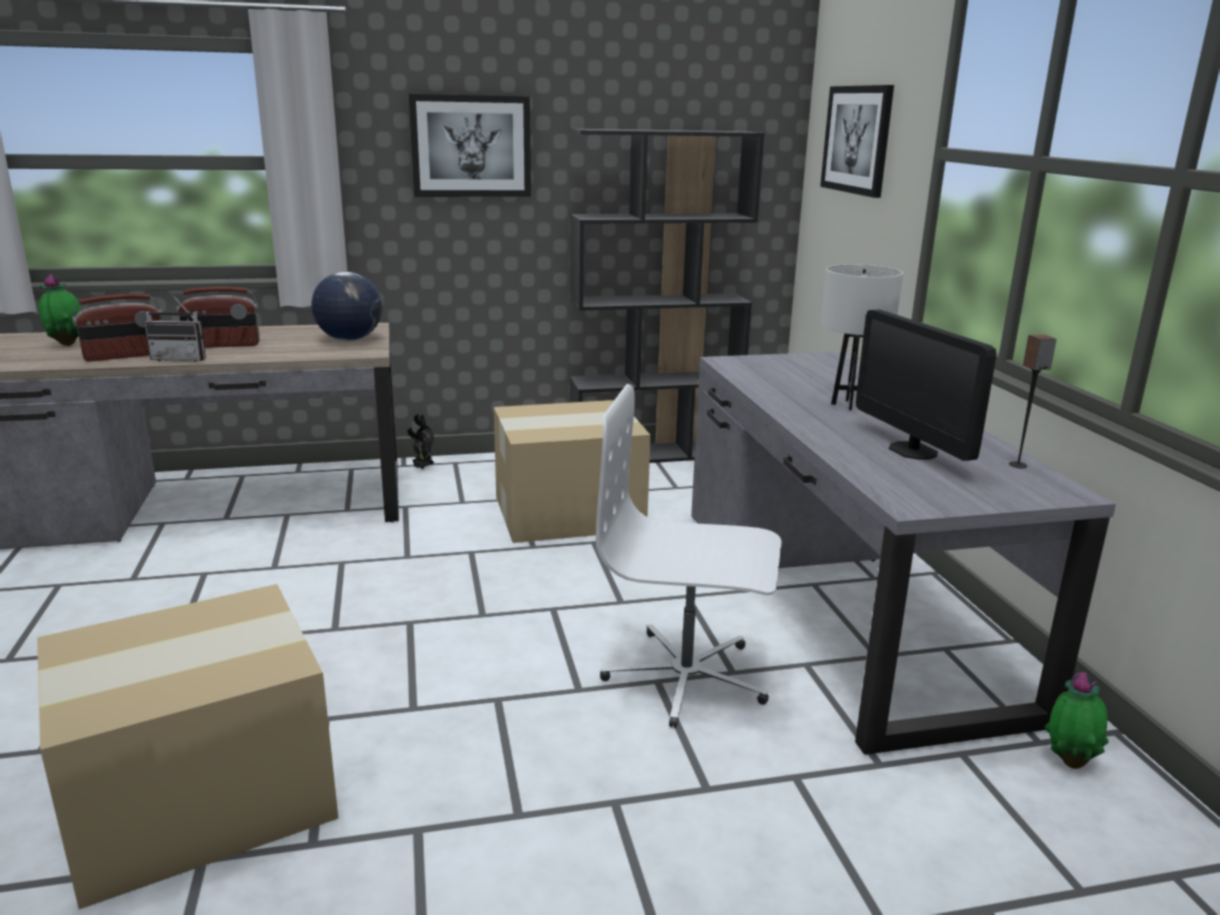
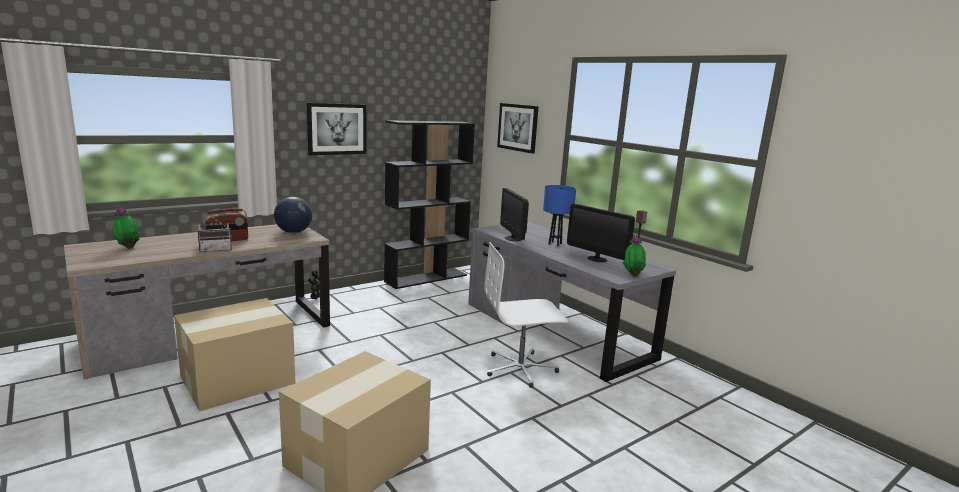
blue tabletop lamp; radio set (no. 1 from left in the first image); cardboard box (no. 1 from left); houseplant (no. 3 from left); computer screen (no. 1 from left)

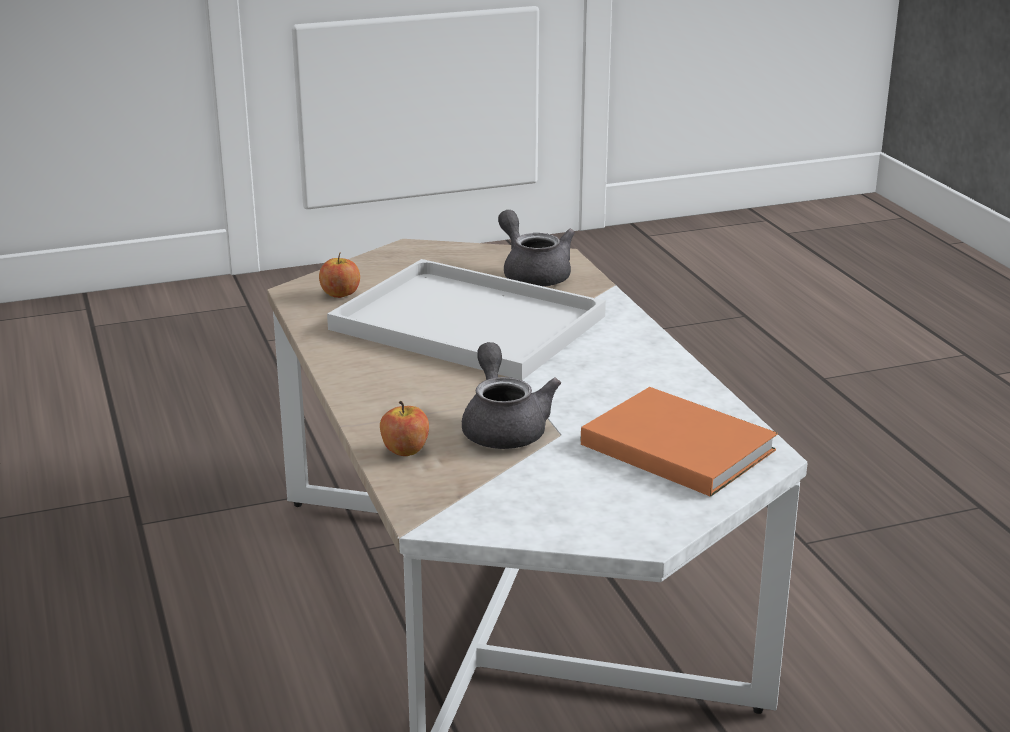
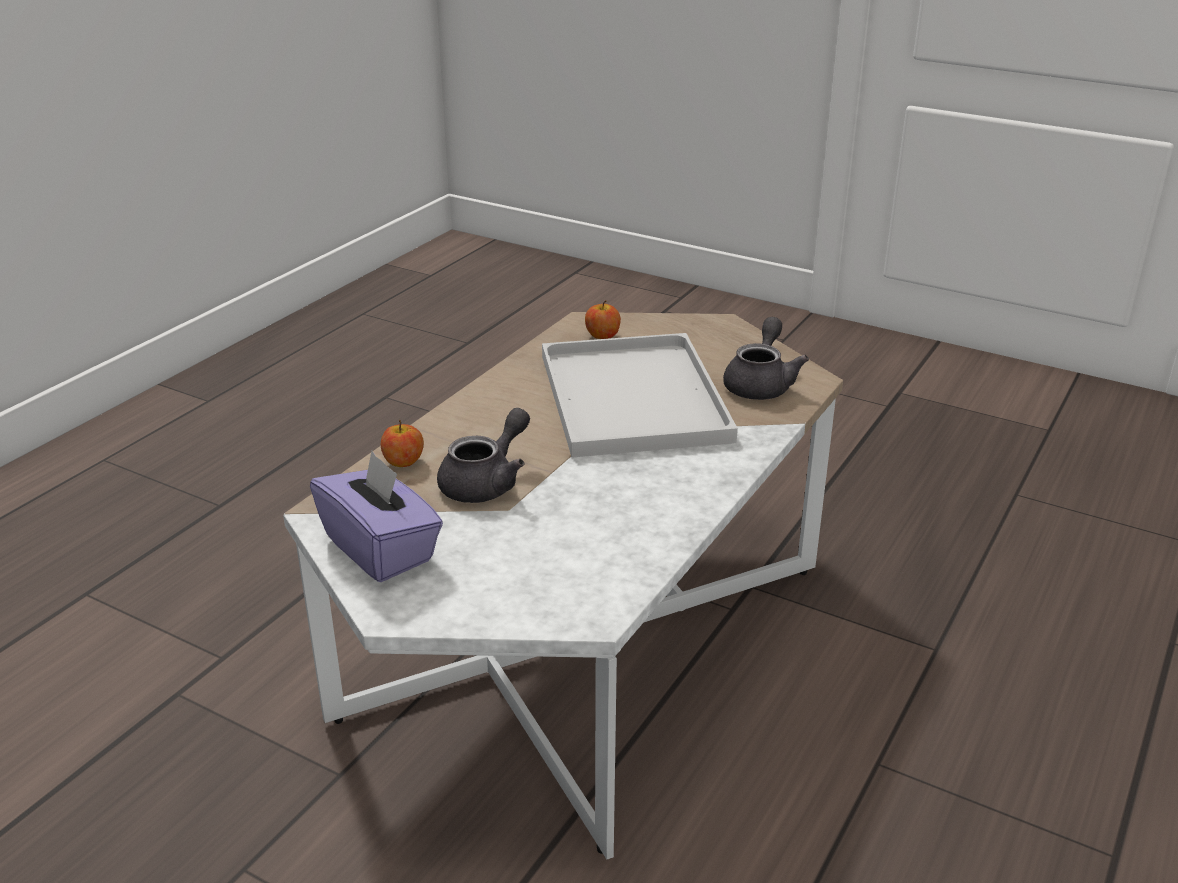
orangey bound book; purple tissue holder

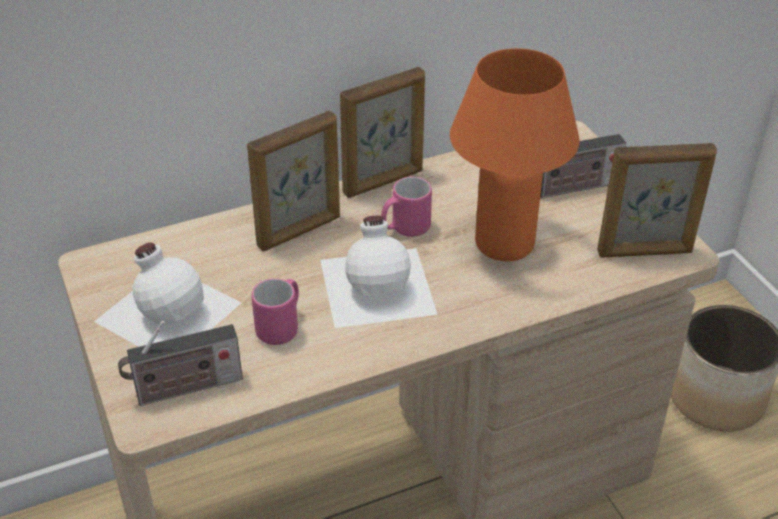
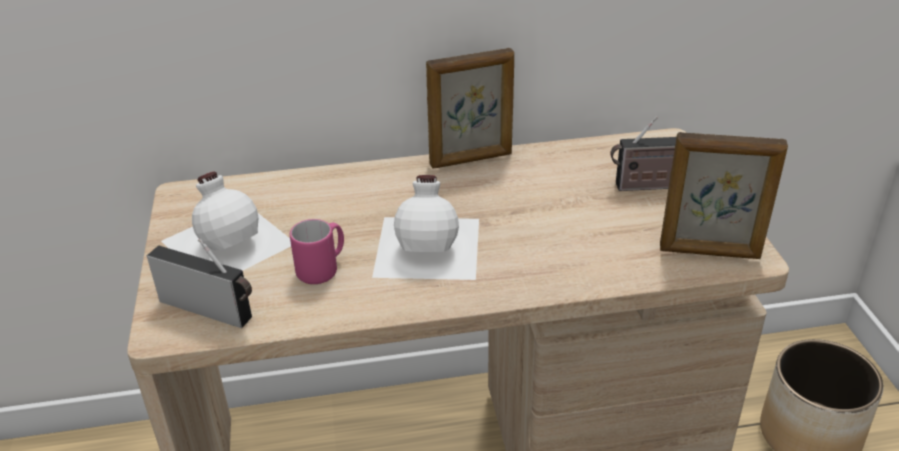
orangey tabletop lamp; photo frame (no. 1 from left in the first image); pinkish coffee mug (no. 2 from left in the first image); radio set (no. 1 from left)

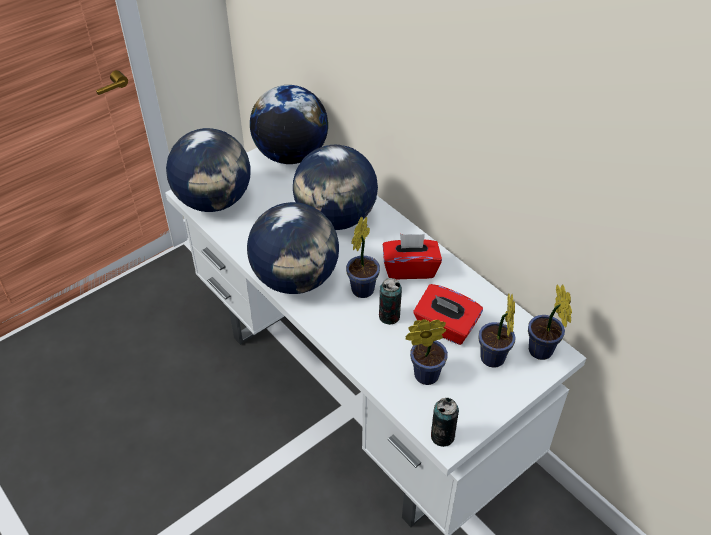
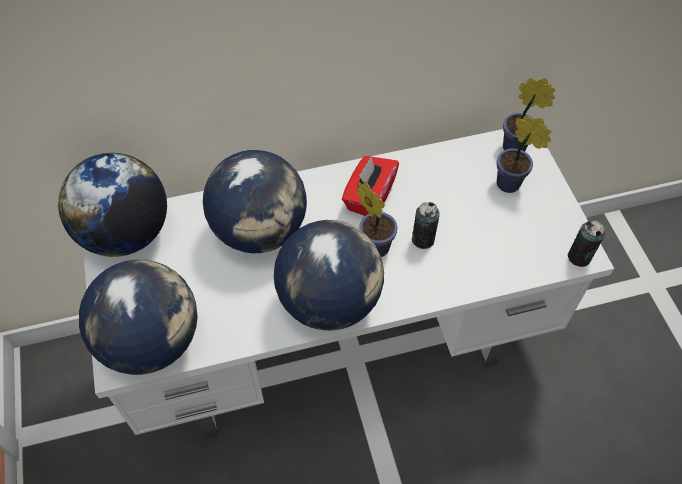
red tissue holder (no. 2 from left in the first image); houseplant (no. 2 from left in the first image)

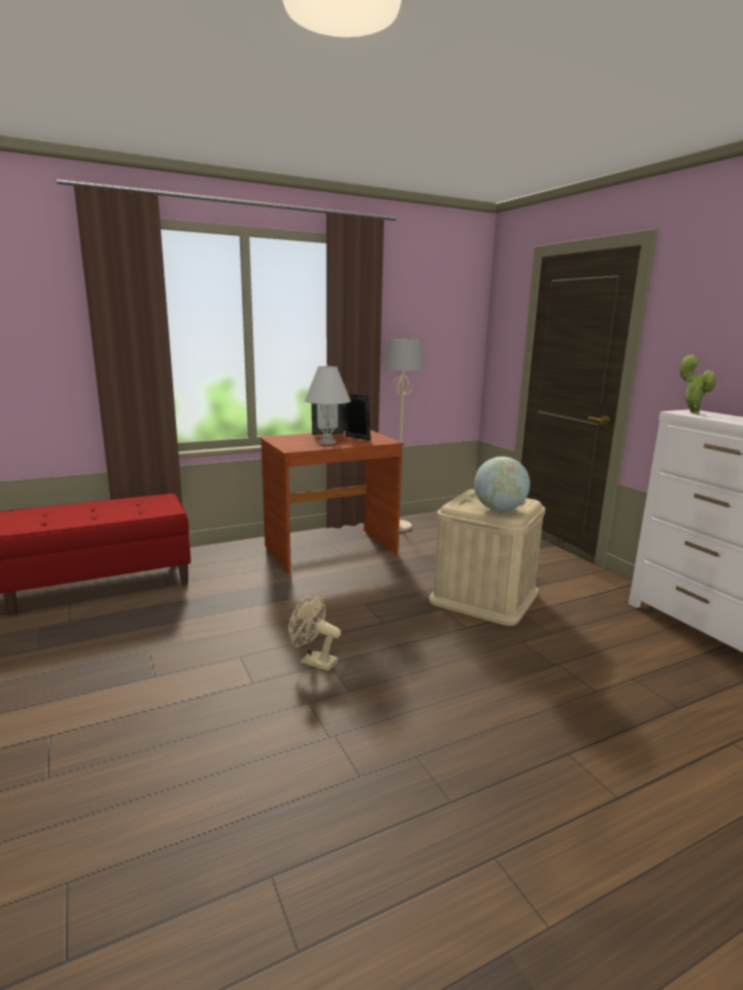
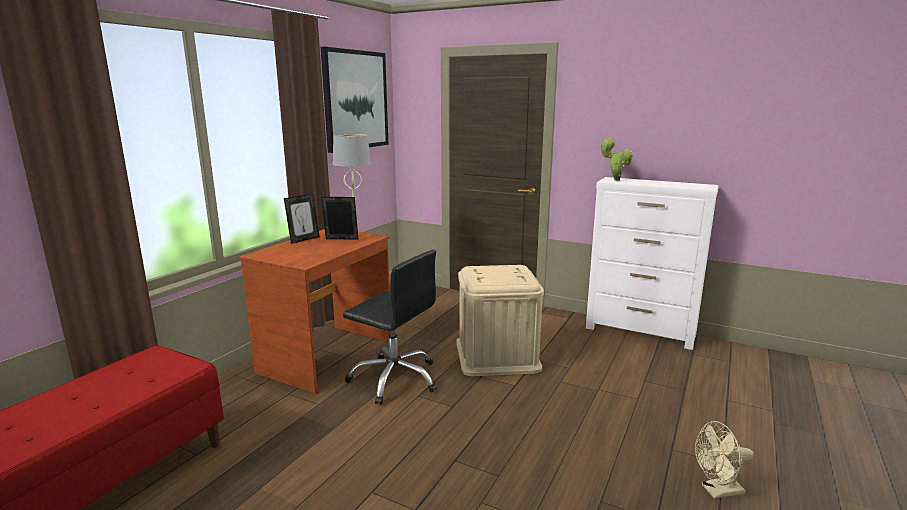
white tabletop lamp; world globe; beige-coloured electric fan; wall picture; black computer chair

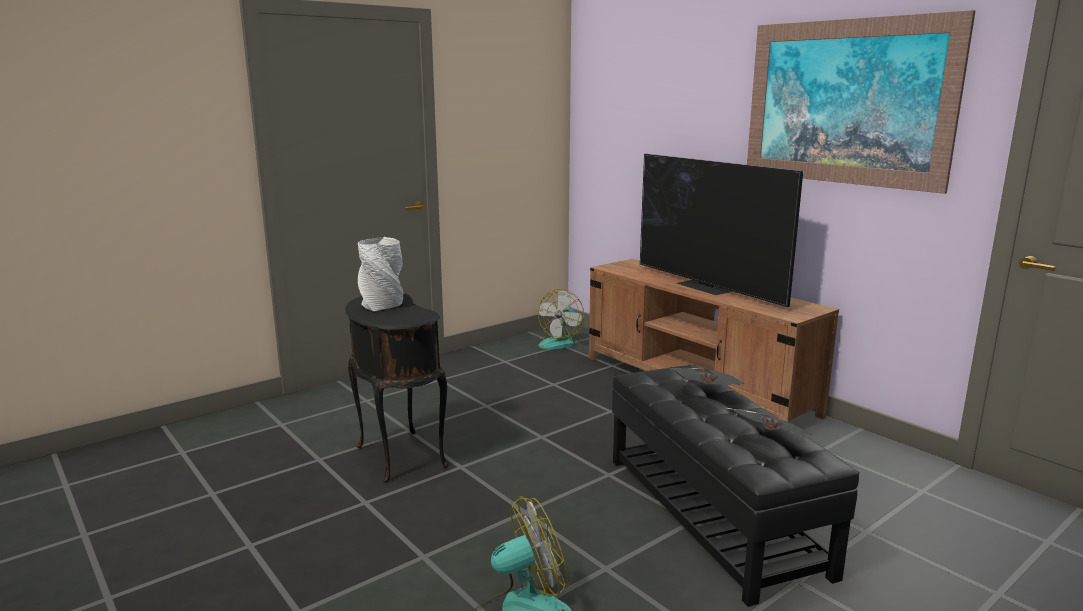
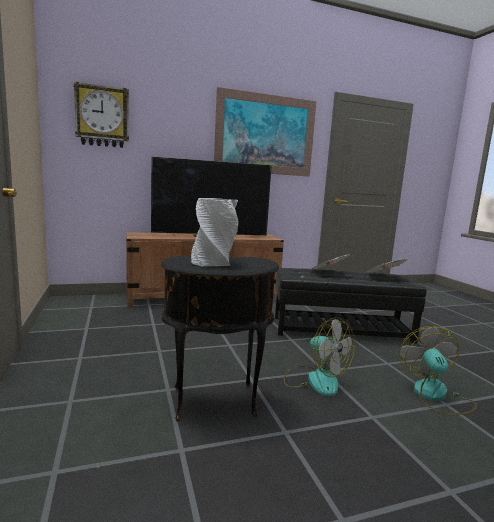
electric fan (no. 1 from left); wall clock

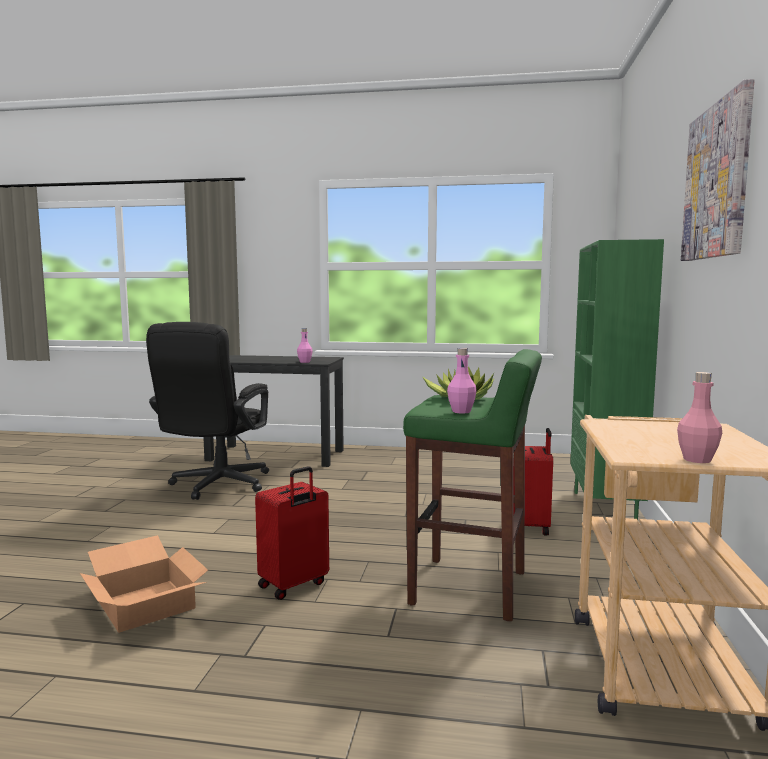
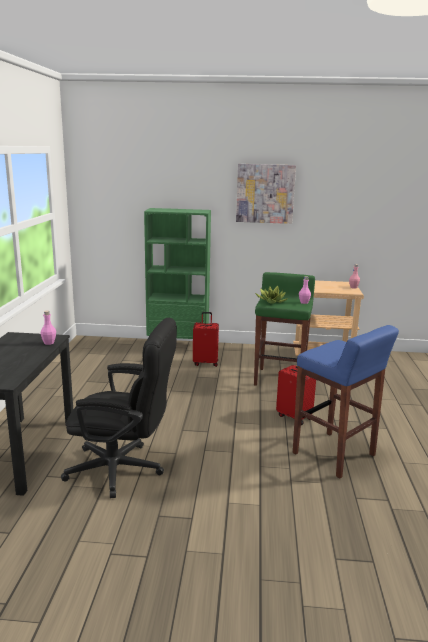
blue stool seat

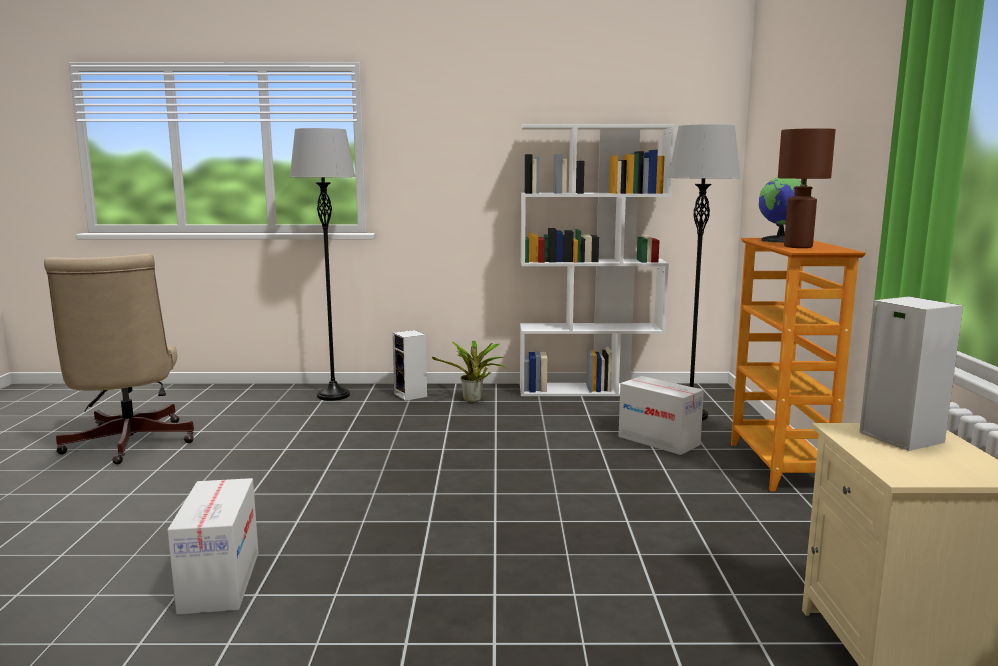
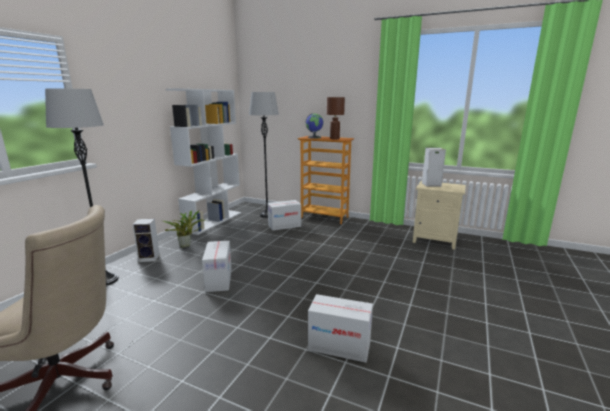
cardboard box (no. 1 from left)

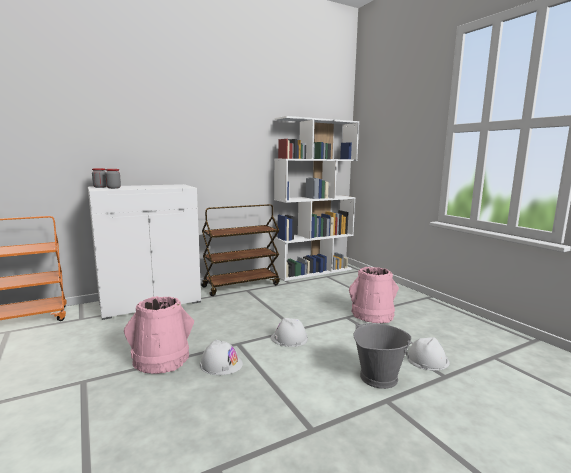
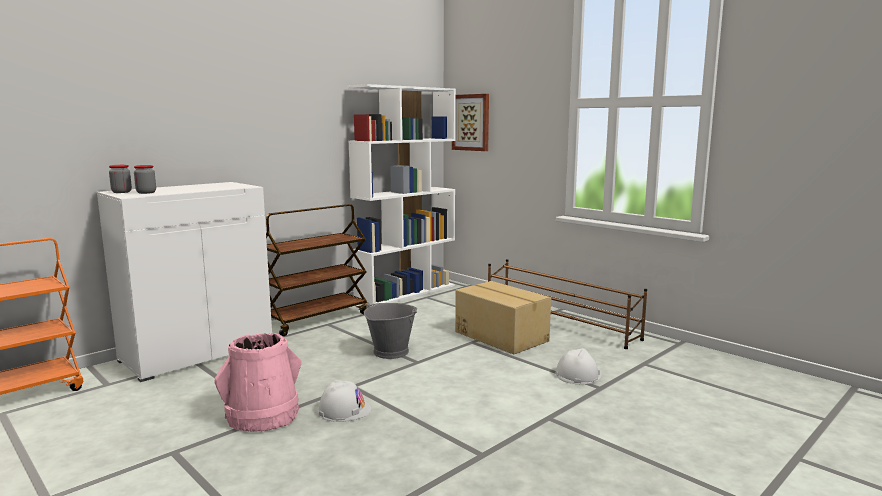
cardboard box; white work helmet (no. 2 from left in the first image); grey water bucket; wall picture; brownish shoe rack

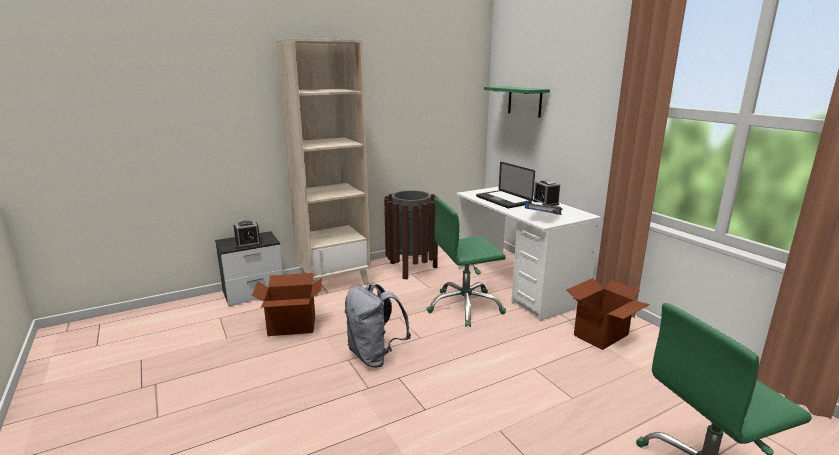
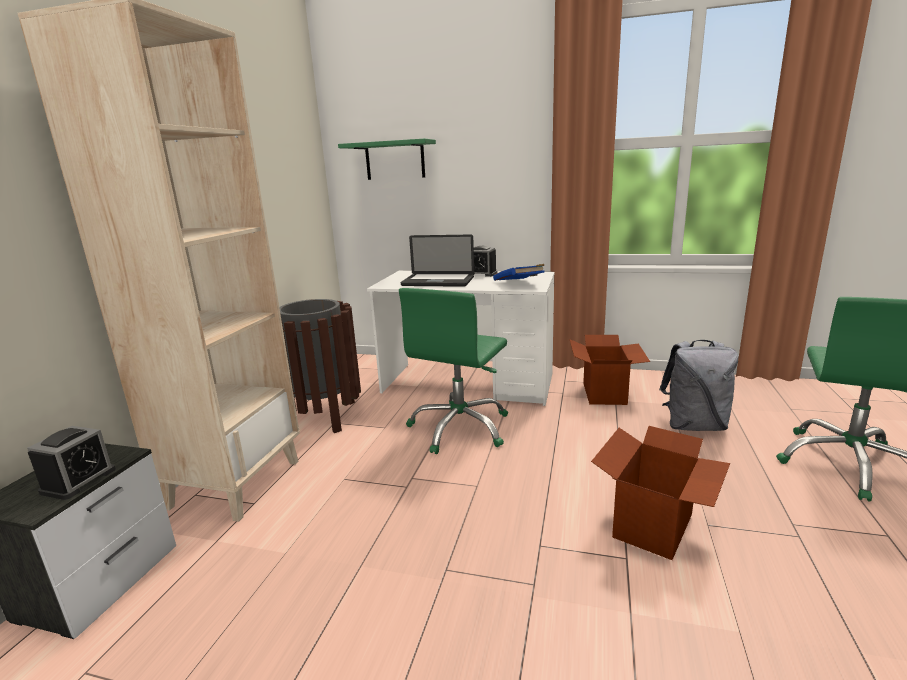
cardboard box (no. 2 from left); grey rucksack

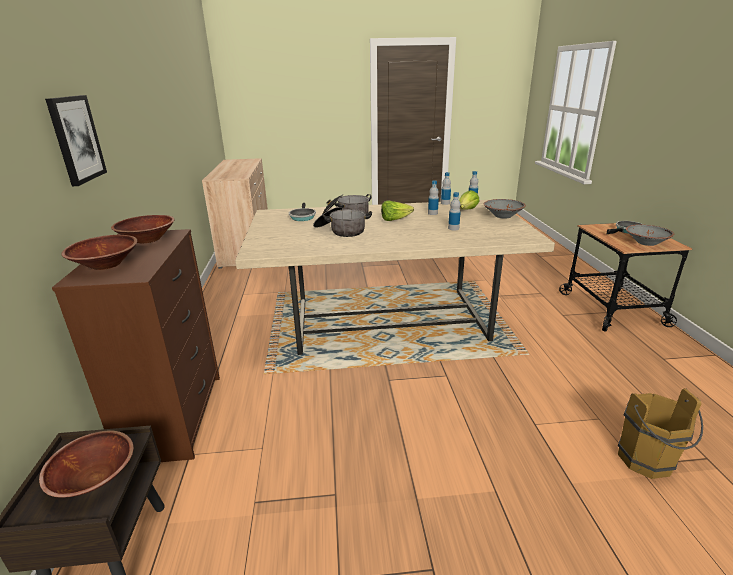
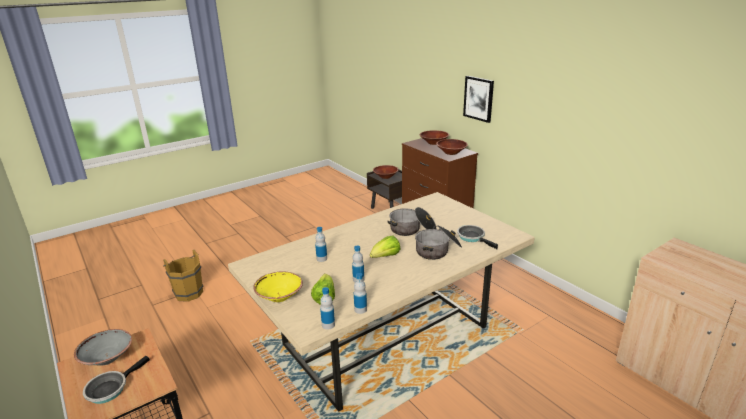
yellowish bowl

